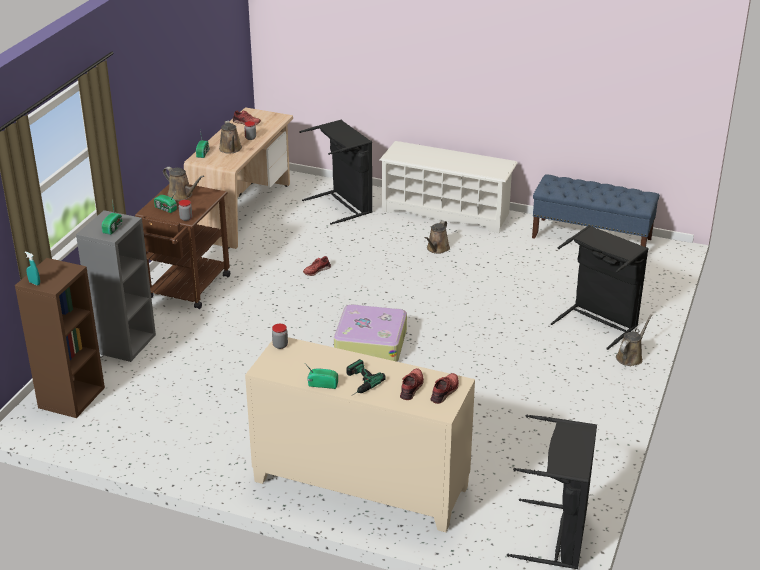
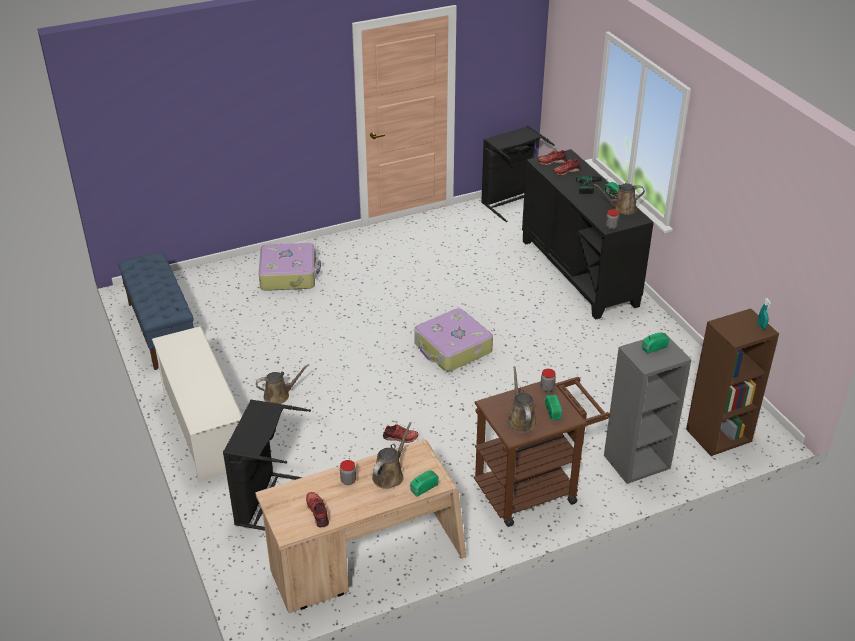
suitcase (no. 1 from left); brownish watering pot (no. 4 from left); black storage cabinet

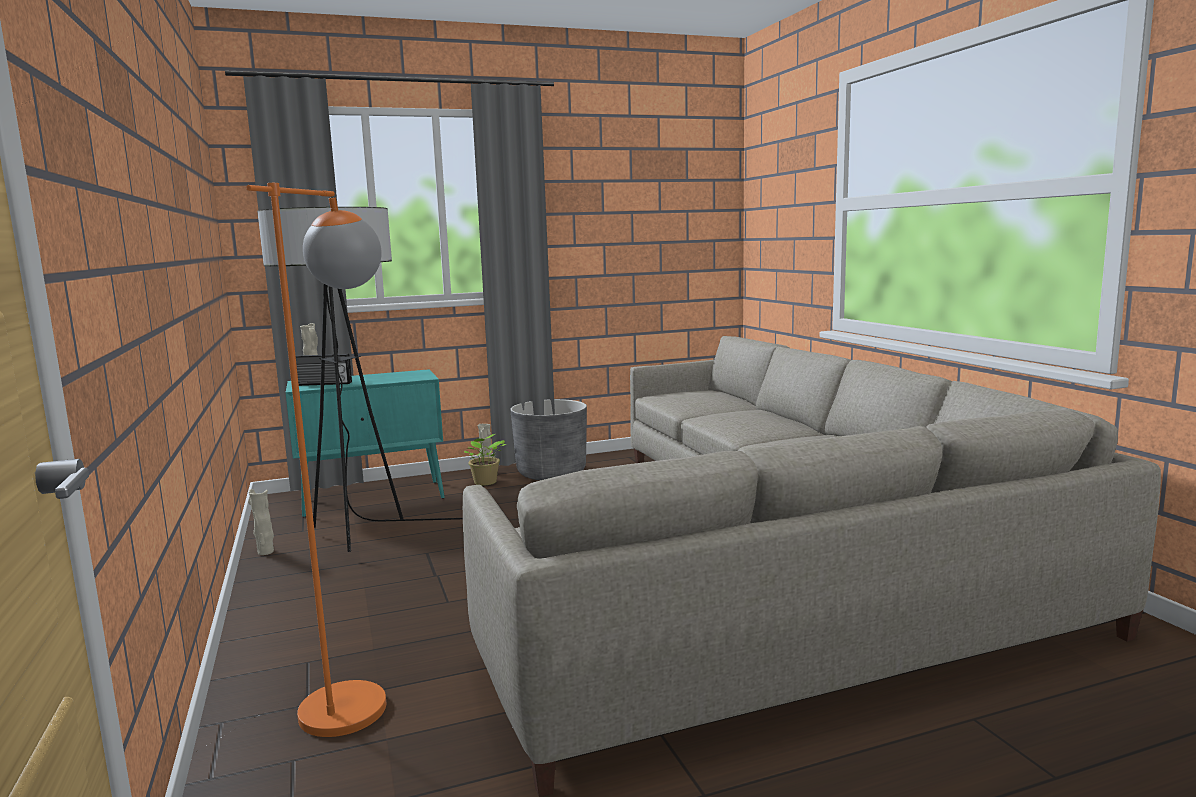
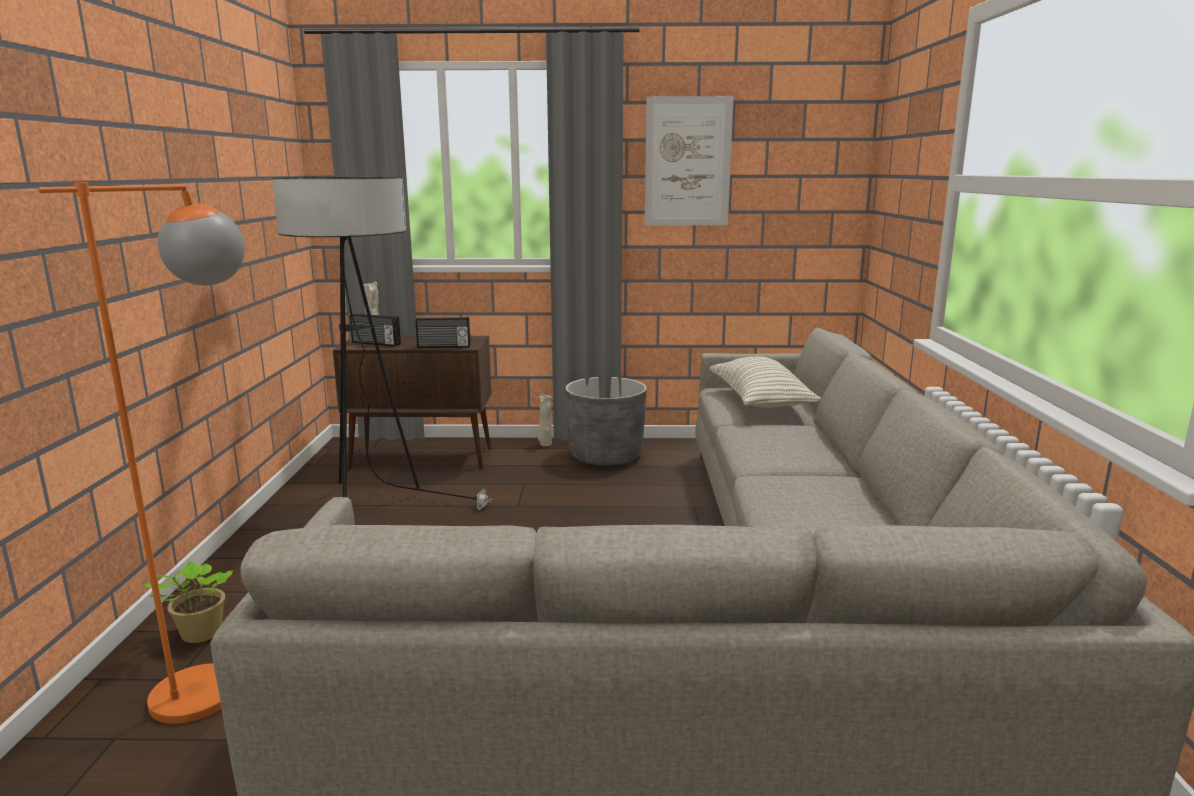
brownish storage cabinet; houseplant; beige-coloured flower vase (no. 1 from left in the first image); wall picture; radio set (no. 2 from left); throw pillow

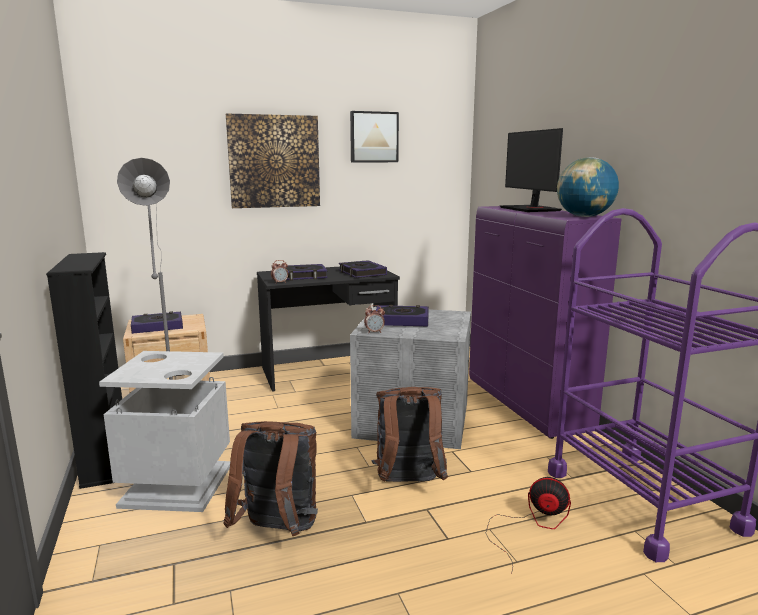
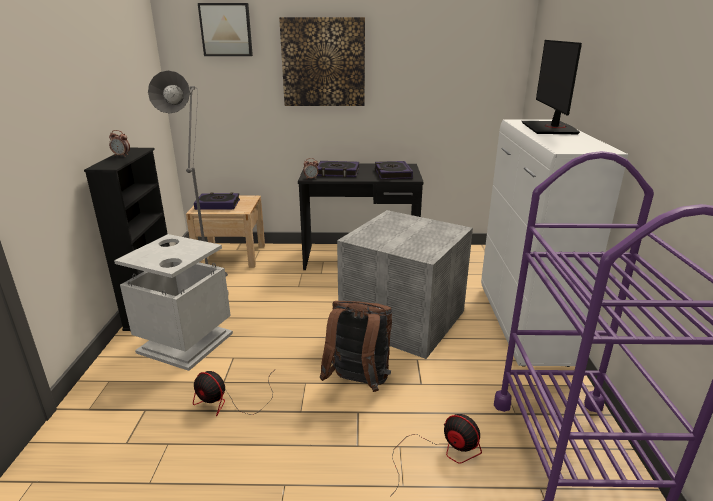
wall picture (no. 1 from left); world globe; white storage cabinet; alarm clock (no. 1 from left); bound book (no. 4 from left in the first image); electric fan (no. 1 from left)

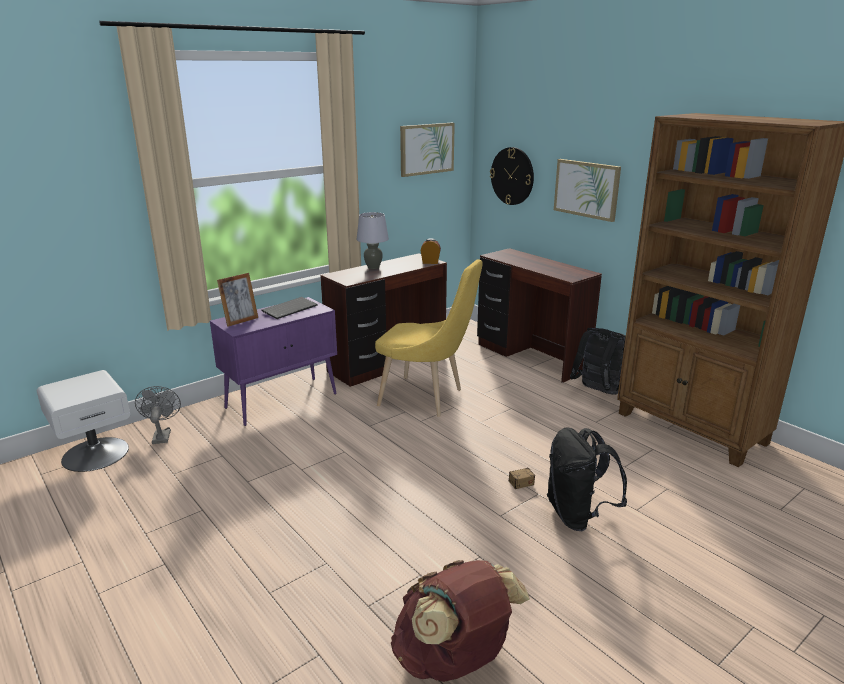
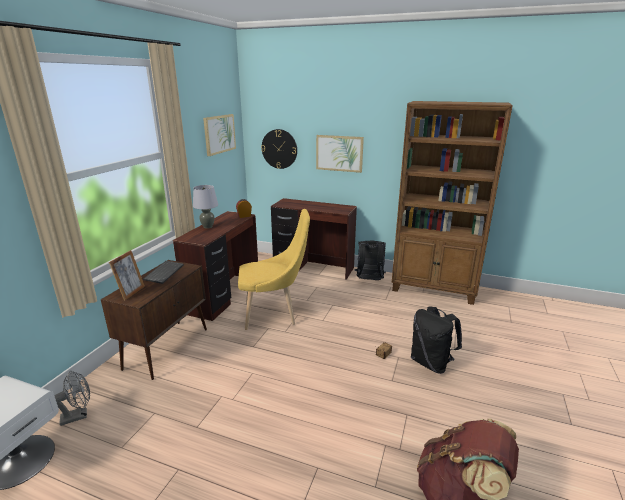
brownish storage cabinet; grey electric fan

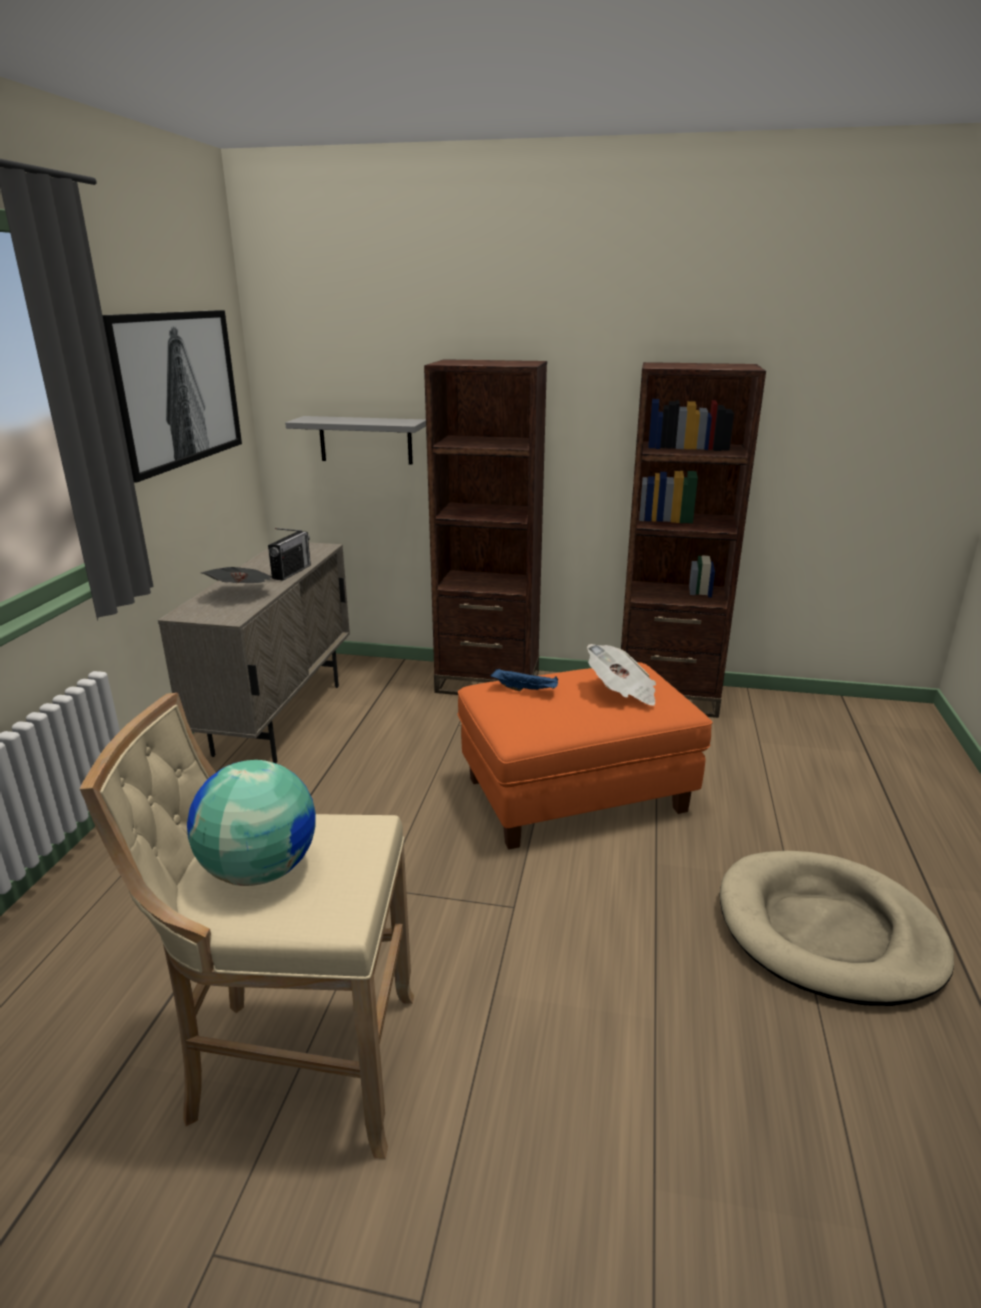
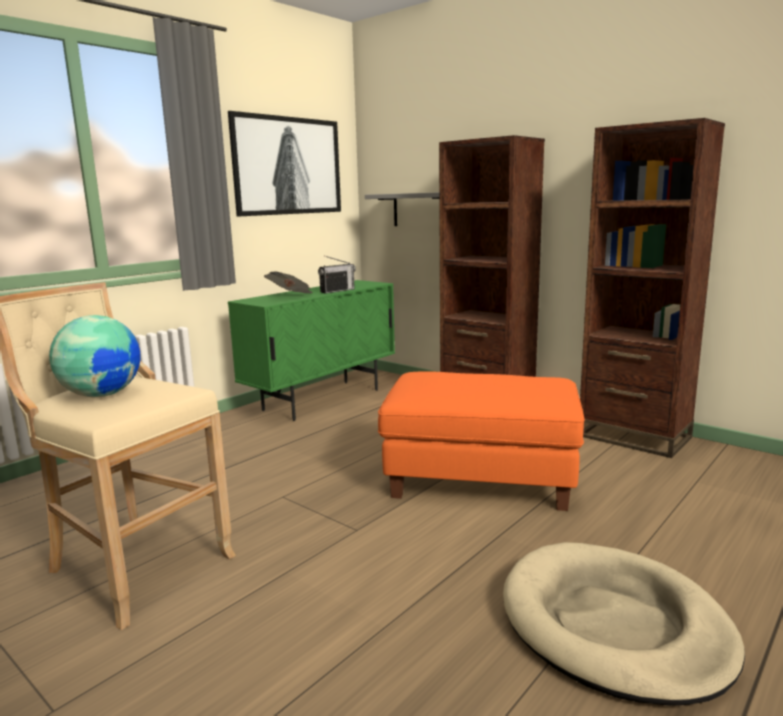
green-coloured storage cabinet; daily paper (no. 2 from left in the first image); blue serving tray

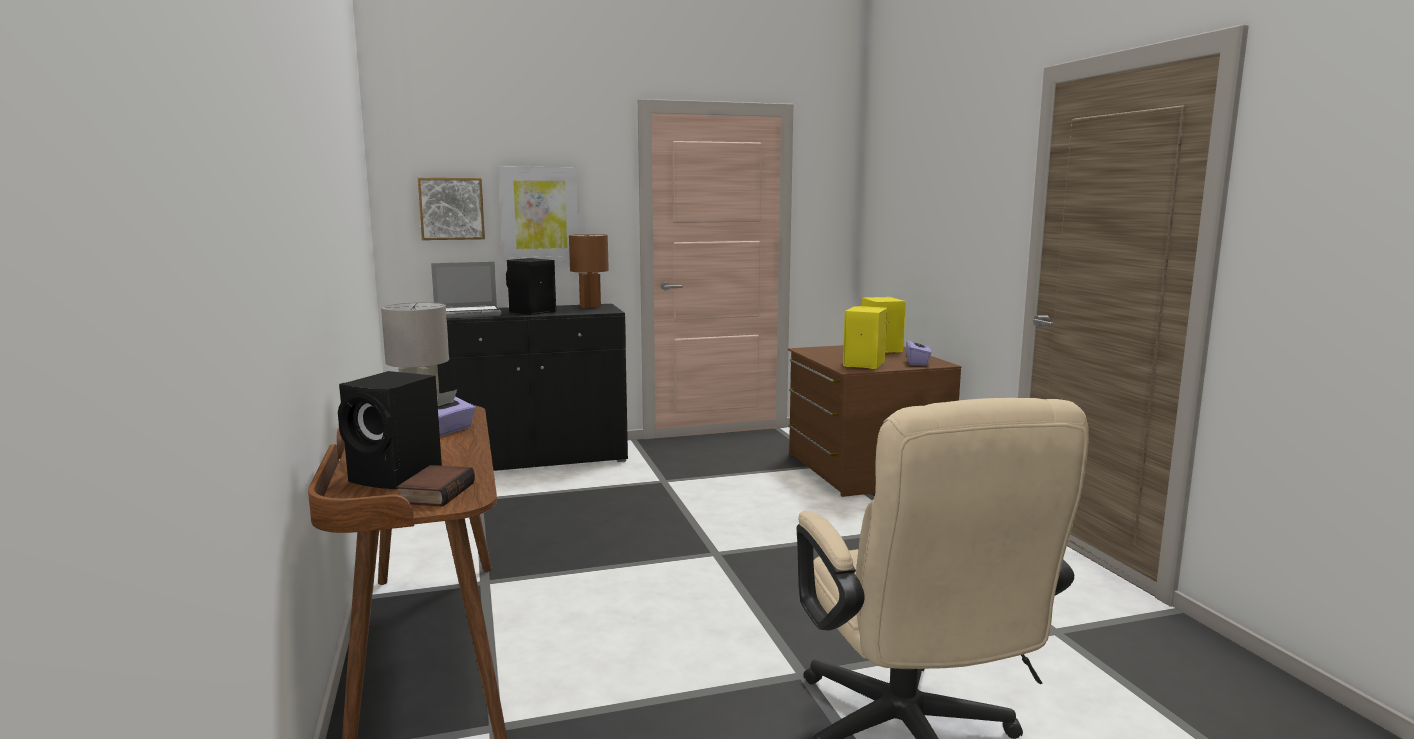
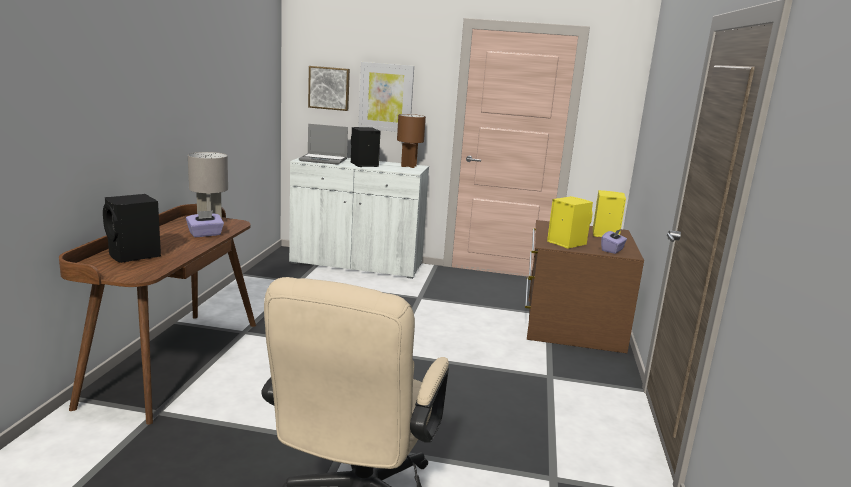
white storage cabinet; bound book

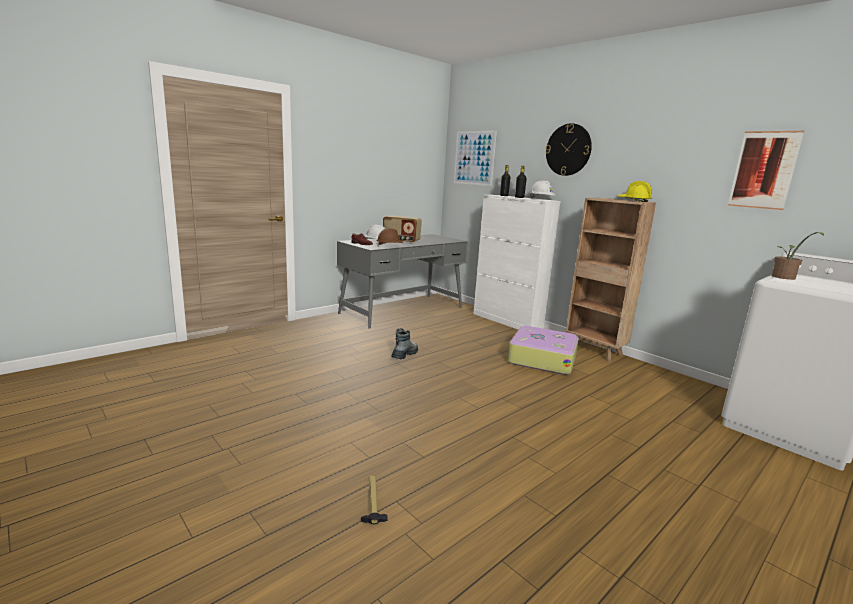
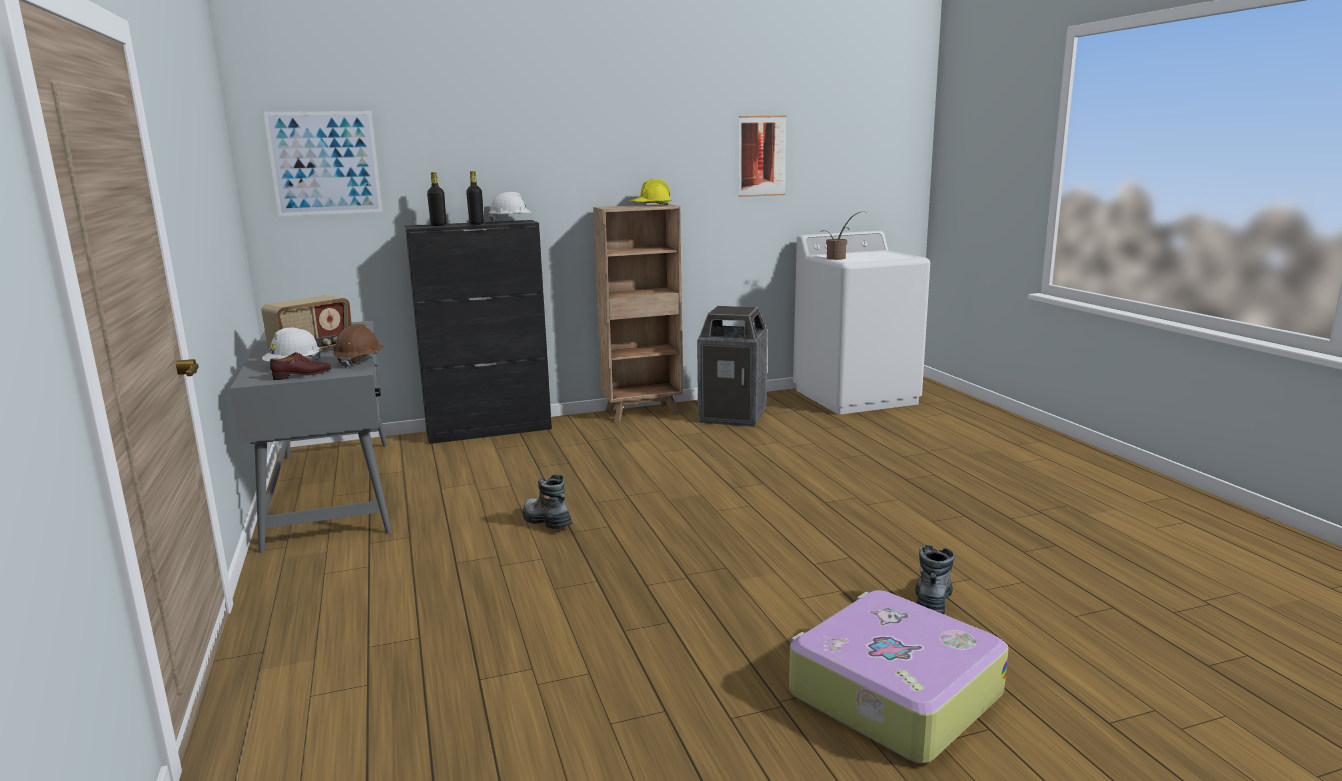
wall clock; black storage cabinet; suitcase; high-top boot (no. 2 from left); rubbish bin

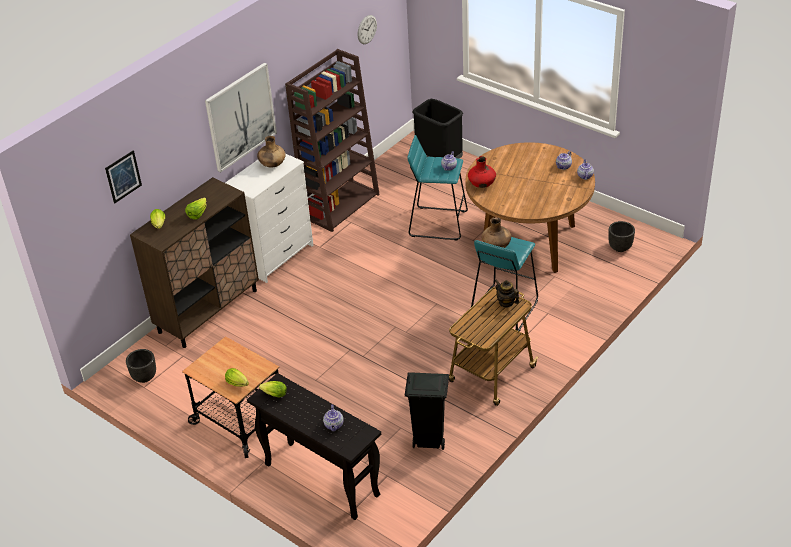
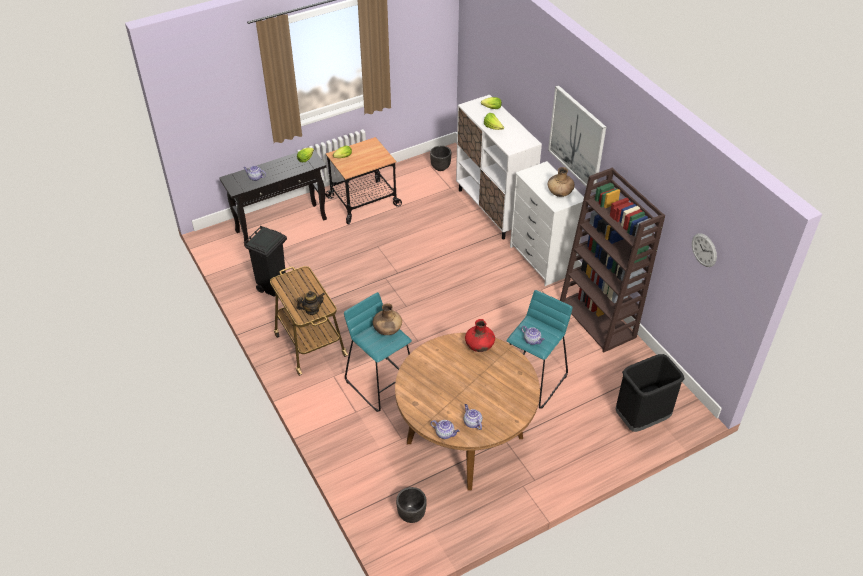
wall picture (no. 1 from left in the first image); white storage cabinet

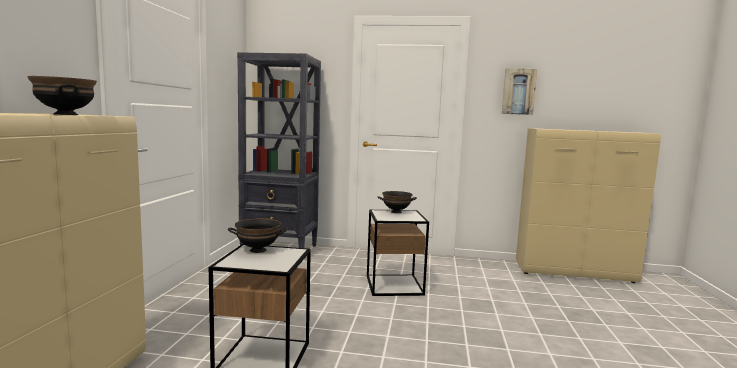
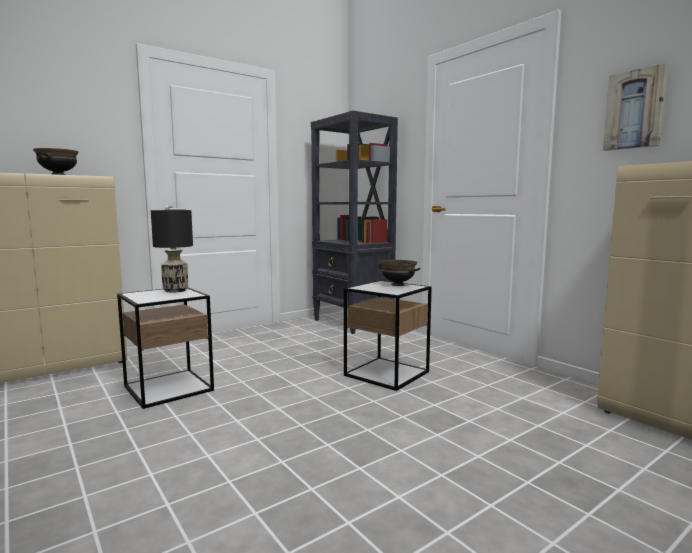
black tabletop lamp

